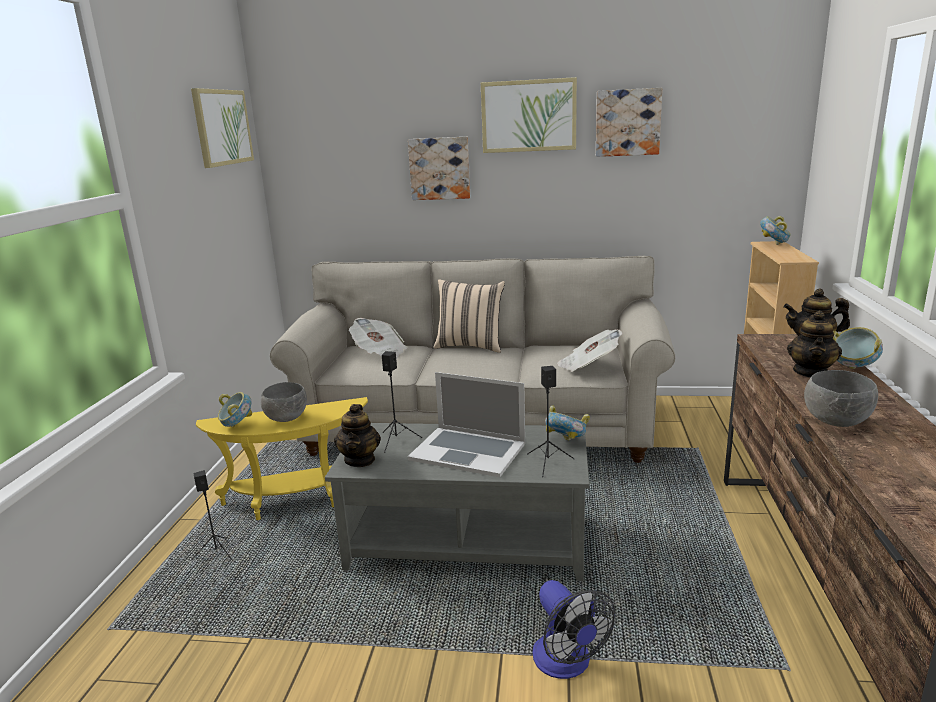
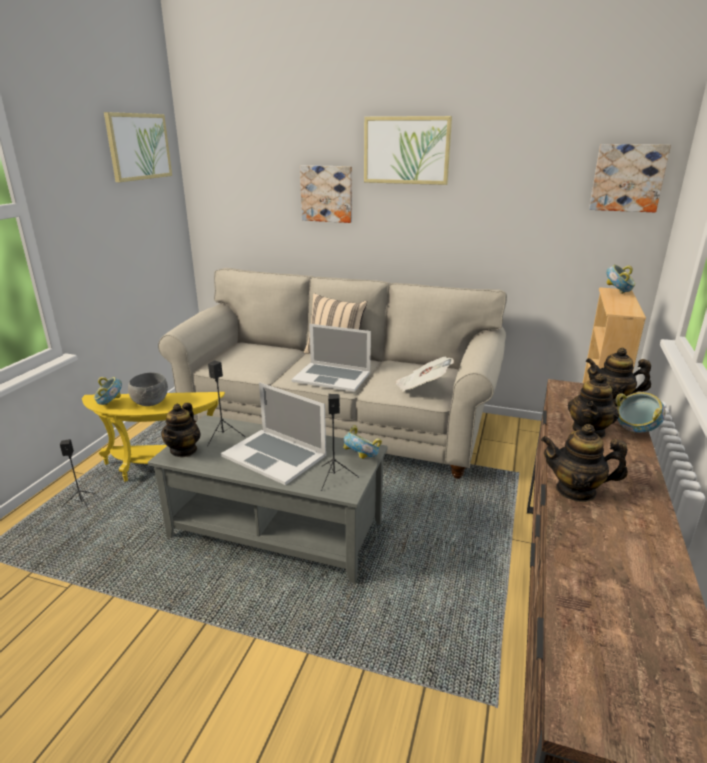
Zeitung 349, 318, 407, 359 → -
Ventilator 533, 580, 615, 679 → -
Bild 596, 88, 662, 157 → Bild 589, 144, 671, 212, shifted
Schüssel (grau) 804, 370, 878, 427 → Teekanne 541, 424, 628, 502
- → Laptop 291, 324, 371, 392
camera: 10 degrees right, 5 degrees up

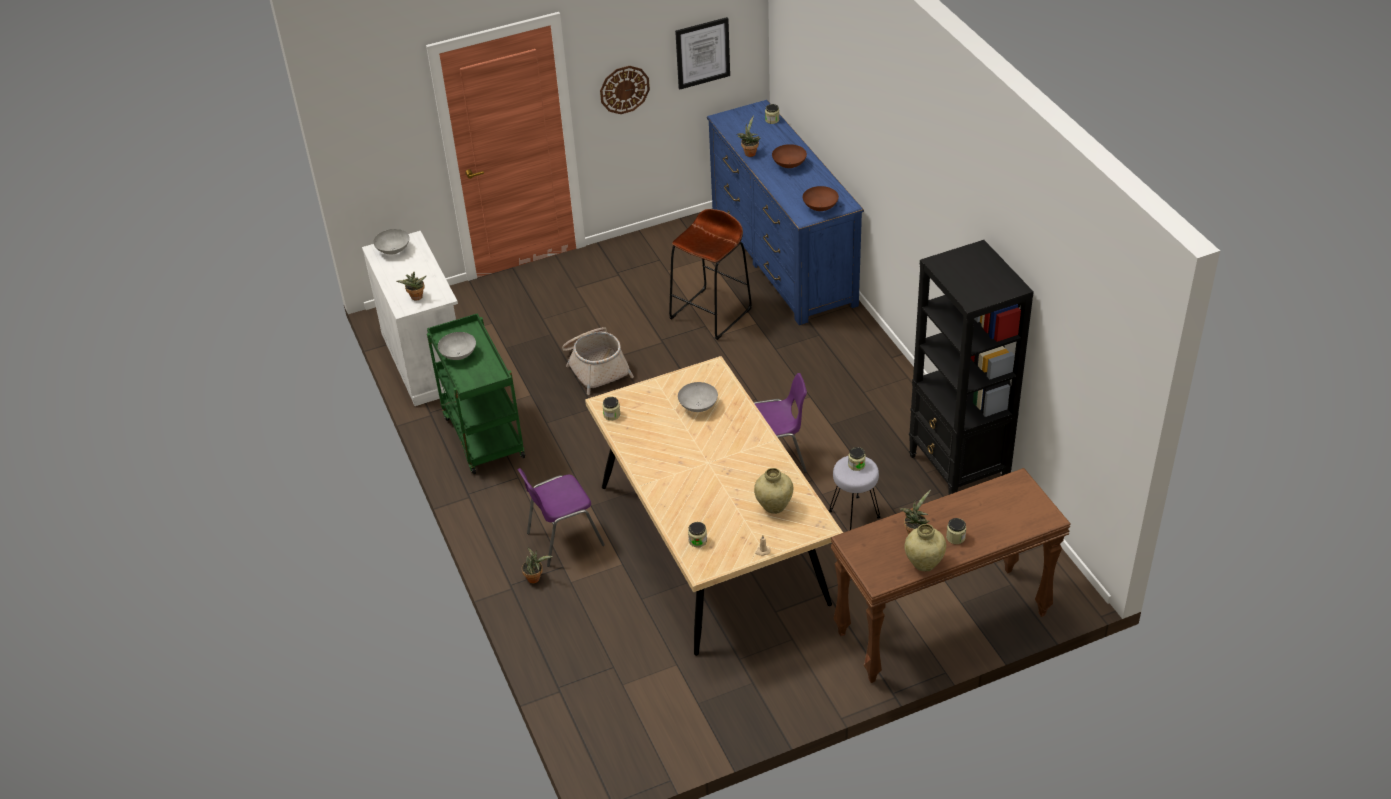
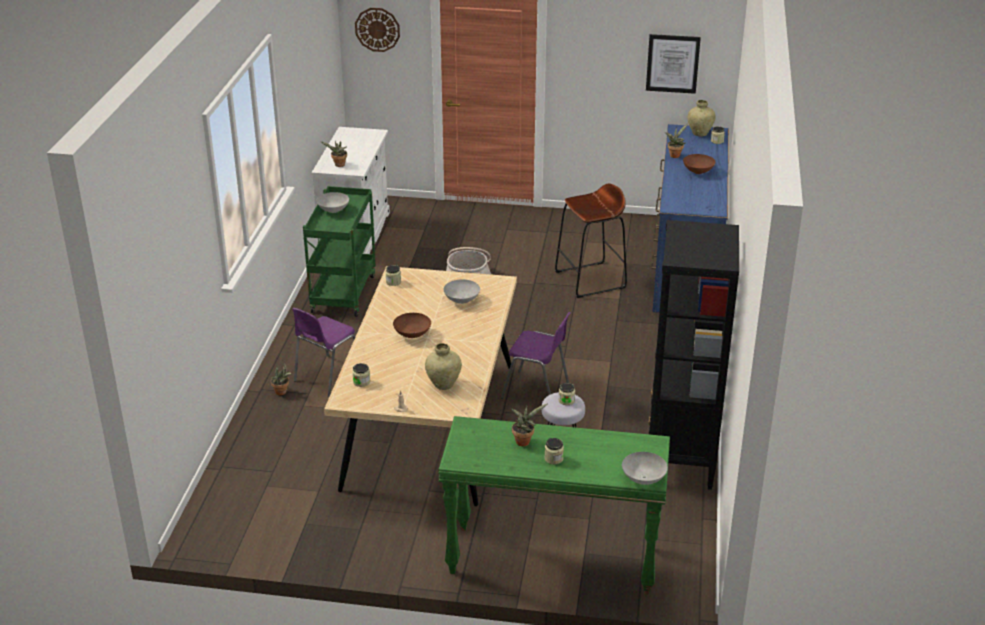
Schüssel (grau) 373, 229, 409, 254 → Schüssel (grau) 622, 452, 668, 485, shifted
Stuhl (lila) 517, 468, 605, 567 → Stuhl (lila) 292, 308, 355, 397, 60 degrees counterclockwise
Wanduhr 600, 66, 650, 114 → Wanduhr 355, 8, 400, 52, shifted
Schüssel (braun) 803, 186, 839, 211 → Schüssel (braun) 393, 313, 431, 338, shifted
Konsolentisch (braun) 831, 468, 1071, 683 → Konsolentisch (grün) 438, 416, 670, 596
Vase (beige) 904, 524, 946, 571 → Vase (beige) 687, 100, 716, 137, shifted
camera: 30 degrees right, 10 degrees down

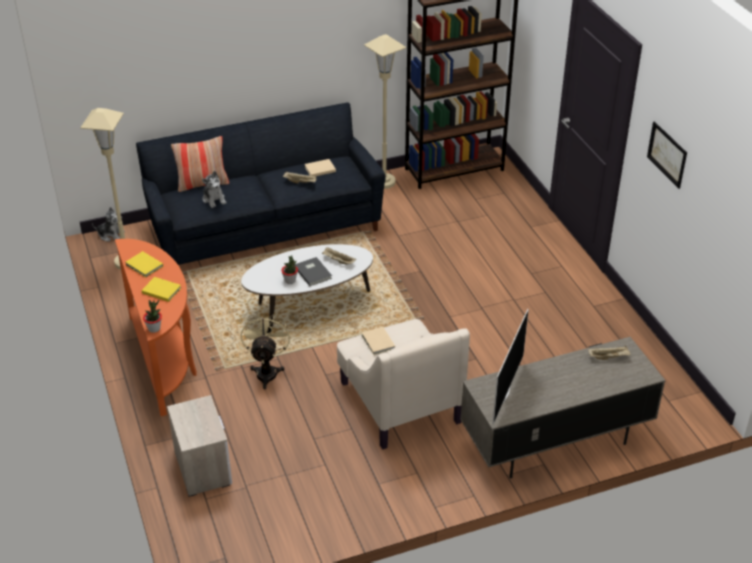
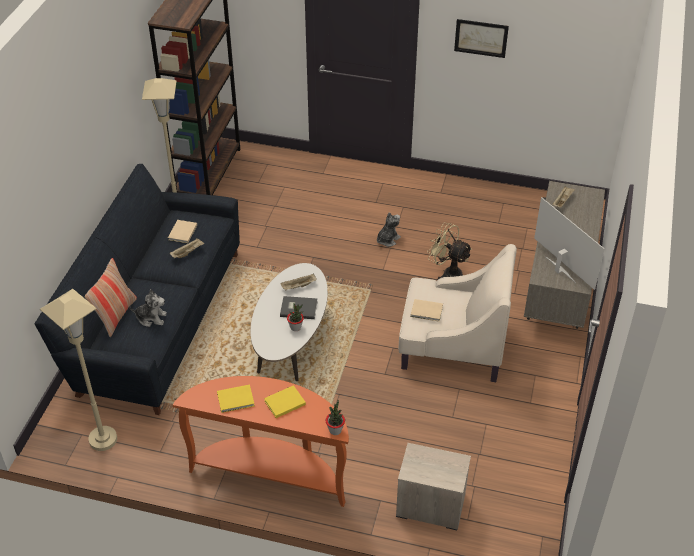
Plüschtier 92, 207, 125, 242 → Plüschtier 377, 212, 401, 247, shifted
Ventilator (beige) 241, 313, 291, 389 → Ventilator (beige) 427, 222, 472, 279, shifted
camera: 55 degrees left, 5 degrees up

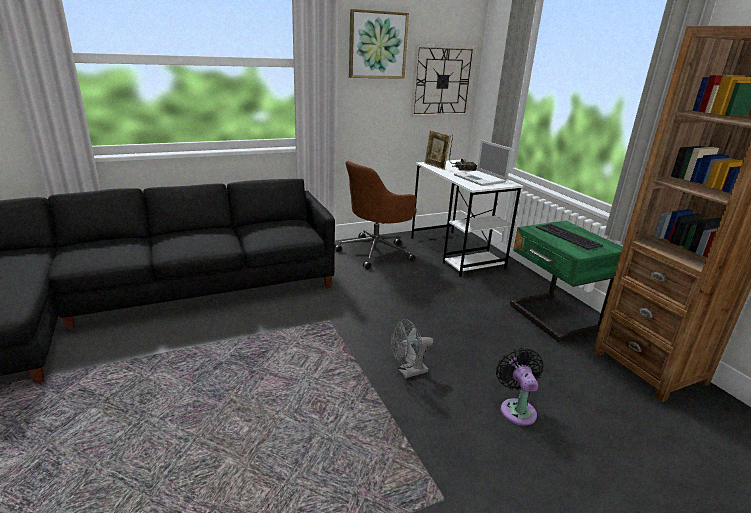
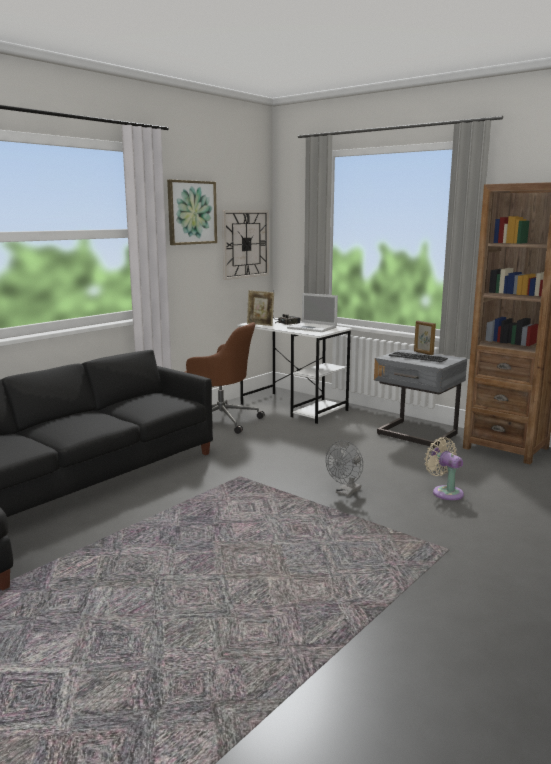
Bürostuhl (braun) 335, 161, 417, 269 → Bürostuhl (braun) 185, 322, 265, 434, 90 degrees counterclockwise
Ventilator (schwarz) 496, 348, 544, 426 → Ventilator (beige) 424, 437, 464, 500
Nachttisch (grün) 510, 220, 623, 342 → Nachttisch (grau) 374, 349, 467, 448
- → Bilderrahmen 414, 321, 436, 355
camera: 25 degrees left, 10 degrees down

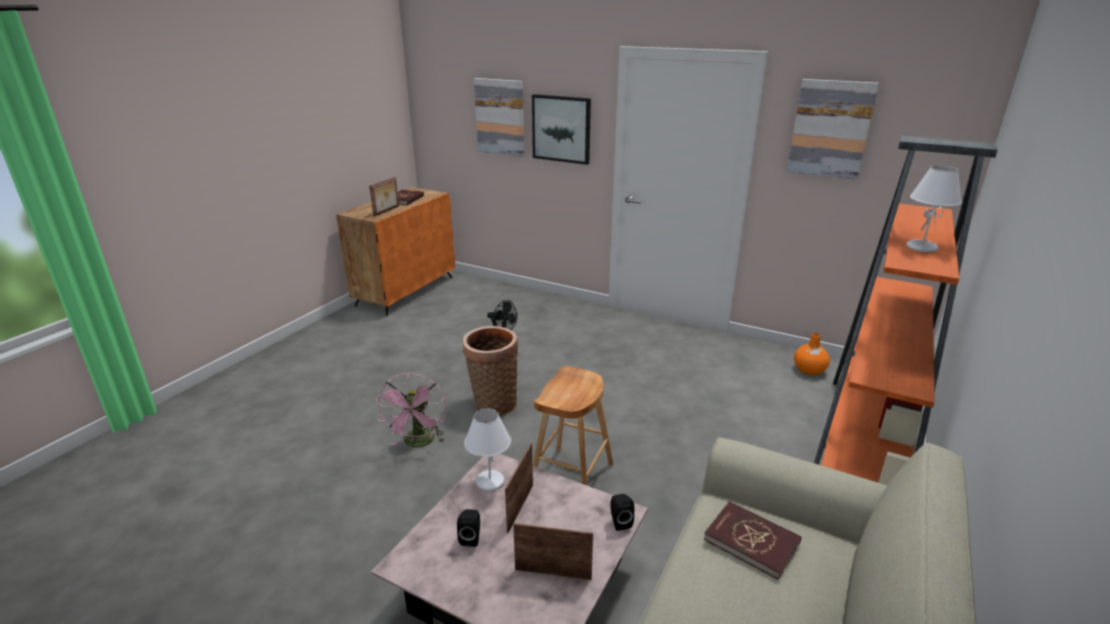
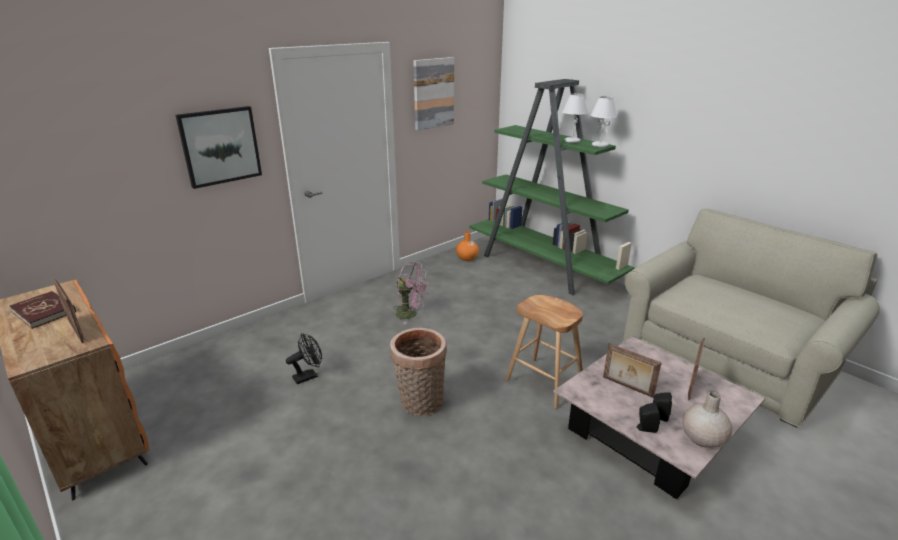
Ventilator (rosa) 376, 373, 447, 447 → Ventilator (rosa) 393, 262, 430, 324, shifted
Tischlampe (weiß) 464, 409, 511, 491 → Tischlampe (weiß) 590, 96, 618, 147, shifted
Bild 474, 78, 524, 157 → -
Lautsprecher (schwarz) 611, 494, 634, 531 → Lautsprecher (schwarz) 636, 403, 660, 433, shifted
Buch (rot) 704, 501, 802, 580 → -
Bücherregal (orange) 814, 136, 998, 485 → Bücherregal (grün) 470, 79, 634, 295
- → Vase (beige) 682, 391, 732, 448
camera: 70 degrees left, 0 degrees up

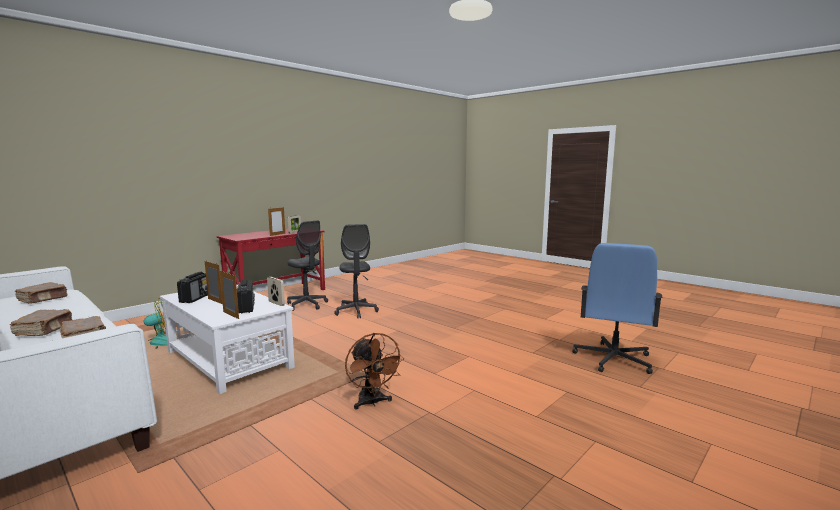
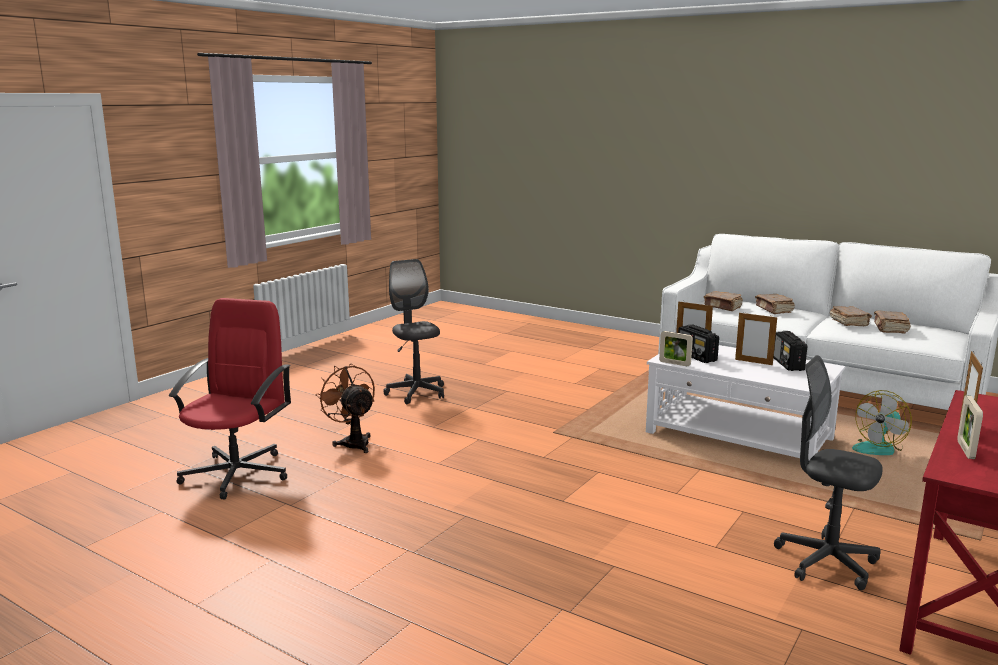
Bürostuhl (grau) 334, 224, 379, 318 → Bürostuhl (grau) 383, 259, 444, 405, shifted
Ventilator (braun) 345, 333, 404, 409 → Ventilator (braun) 316, 364, 375, 453, shifted
Bürostuhl (blau) 572, 243, 663, 374 → Bürostuhl (rot) 169, 298, 291, 499
- → Buch (braun) 830, 306, 872, 326
camera: 170 degrees right, 5 degrees up

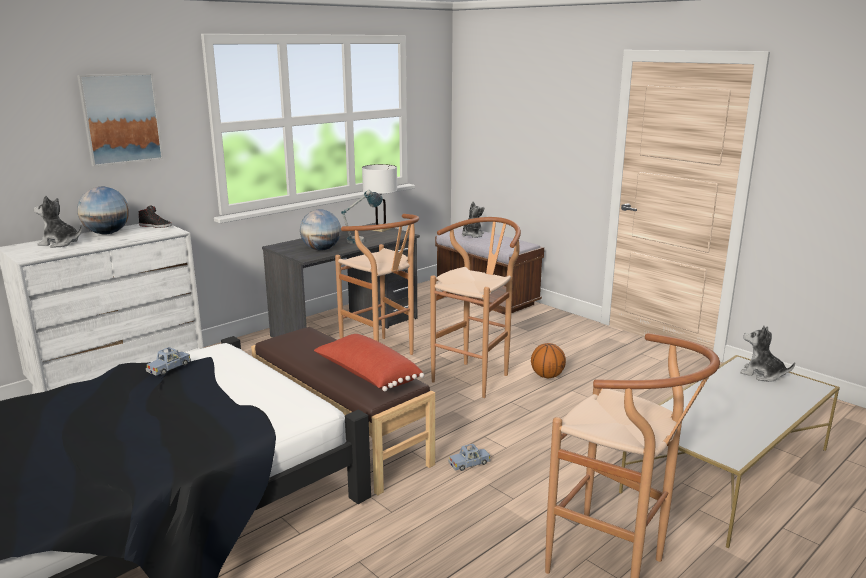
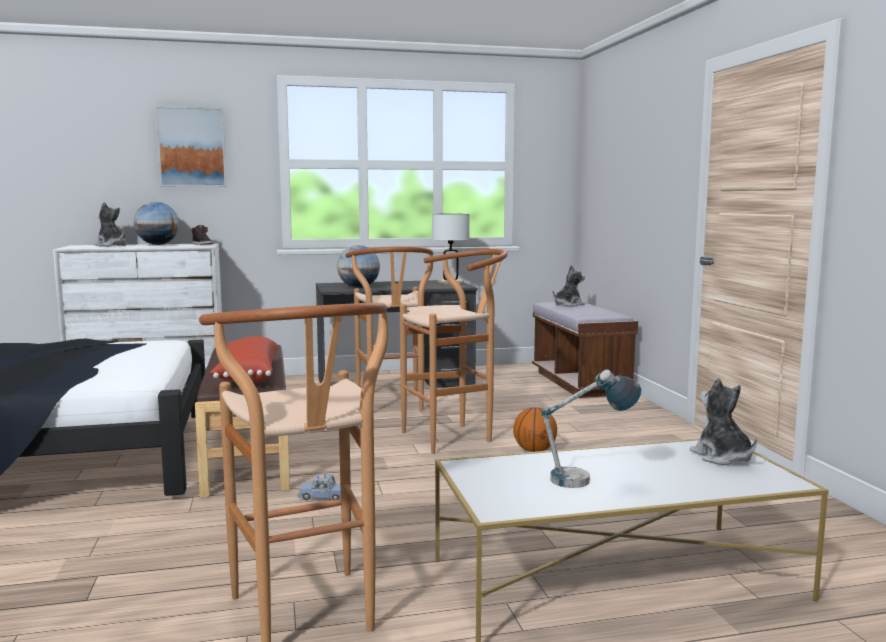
Spielzeugauto (blau) 146, 347, 191, 376 → -
Tischlampe 341, 190, 383, 244 → Tischlampe 541, 370, 641, 488, shifted
camera: 30 degrees right, 10 degrees down

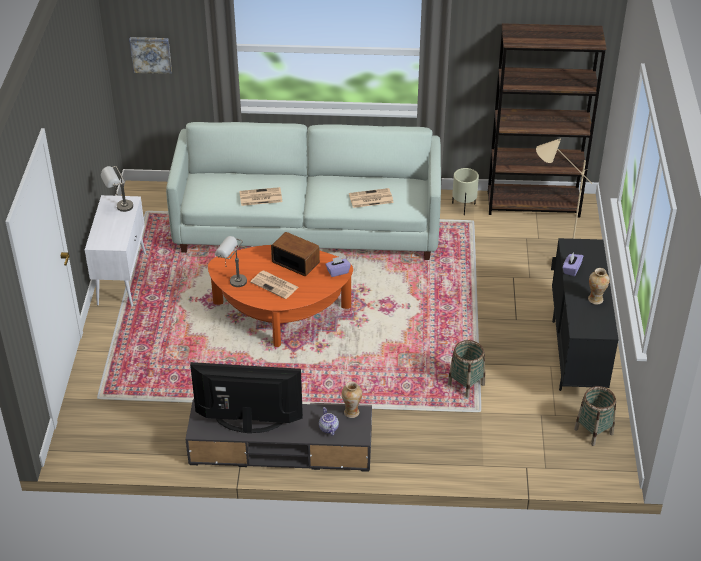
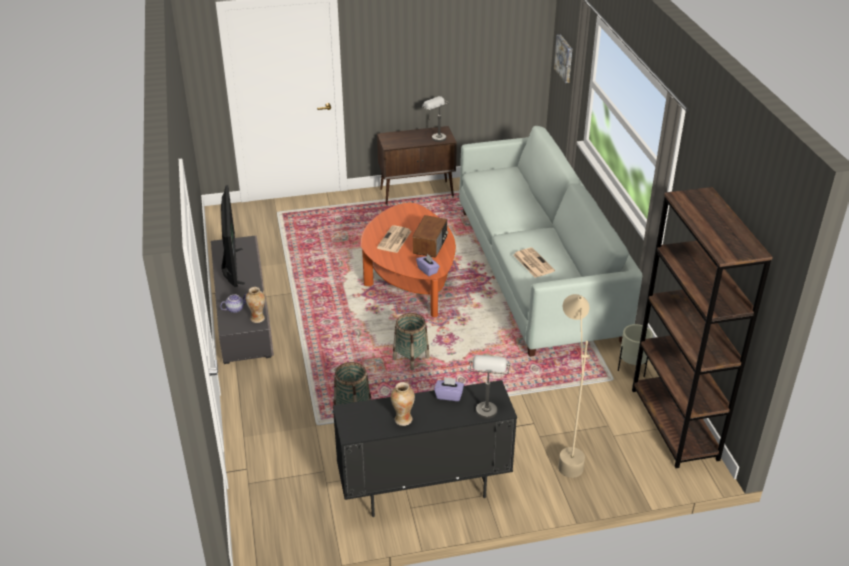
Schrank (weiß) 85, 195, 146, 306 → Schrank (braun) 377, 126, 457, 205
Tischlampe (grau) 215, 236, 247, 287 → Tischlampe (grau) 469, 355, 510, 419, shifted
Zeitung 239, 187, 282, 206 → -
Korb 574, 386, 616, 446 → Korb 393, 313, 429, 370, shifted
camera: 75 degrees right, 5 degrees down

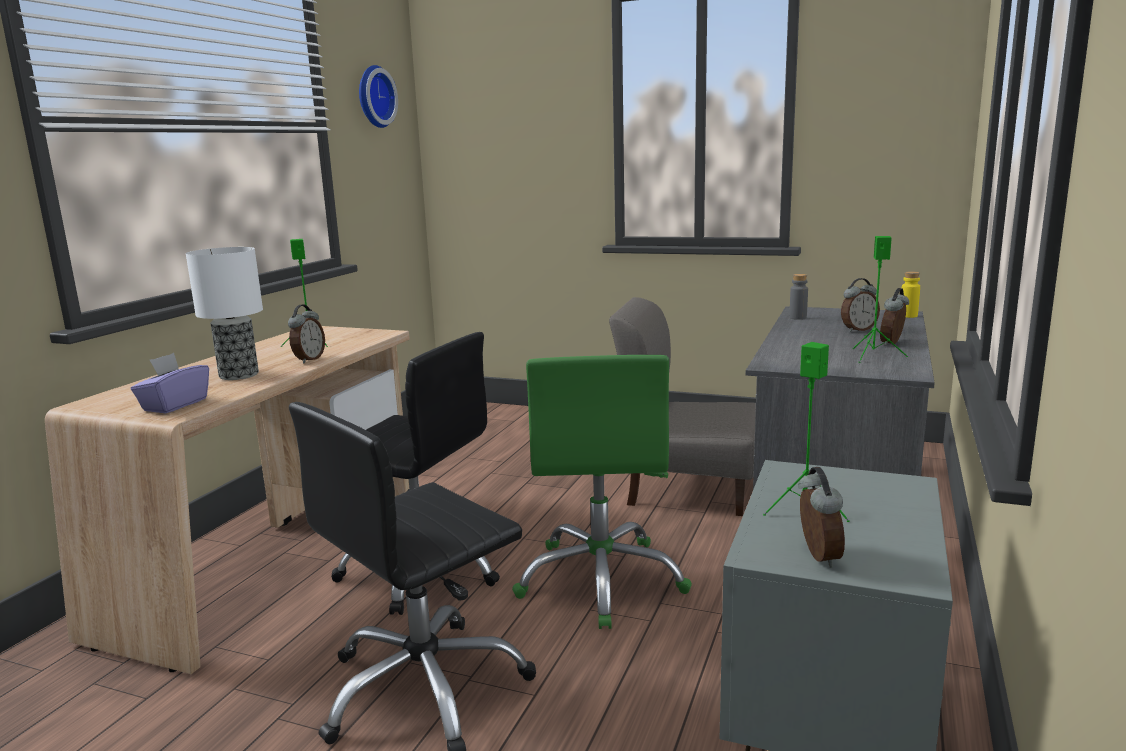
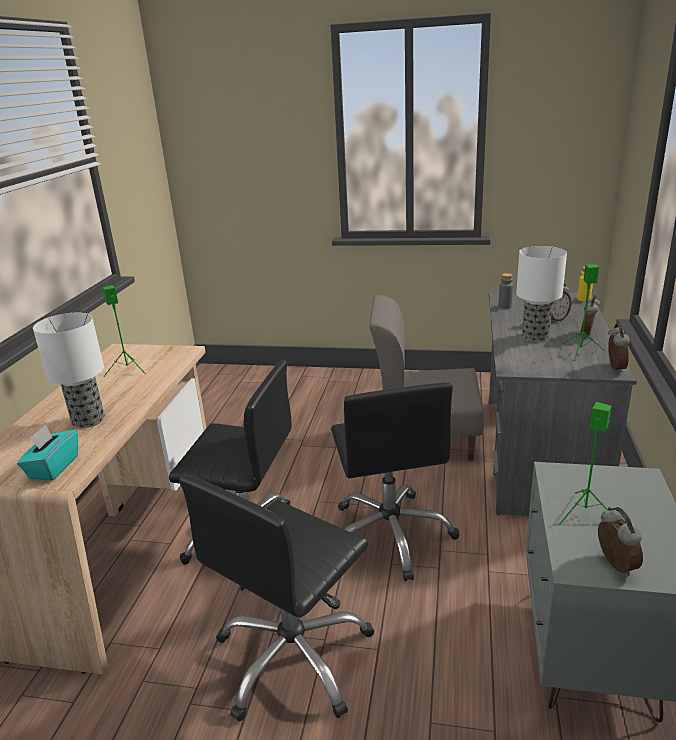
Taschentuchbox (lila) 131, 353, 209, 414 → Taschentuchbox (türkis) 17, 425, 78, 481
Wecker 288, 304, 325, 363 → Wecker 608, 324, 630, 373, shifted
Wanduhr 359, 65, 398, 128 → -
Bürostuhl (grün) 512, 355, 692, 629 → Bürostuhl (schwarz) 331, 383, 459, 582
- → Tischlampe 516, 246, 567, 342
camera: 10 degrees left, 10 degrees up

